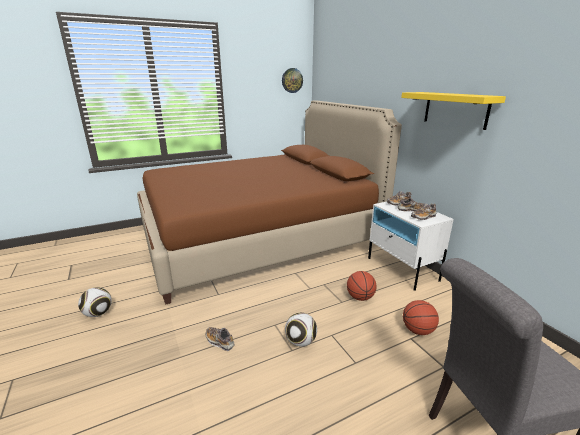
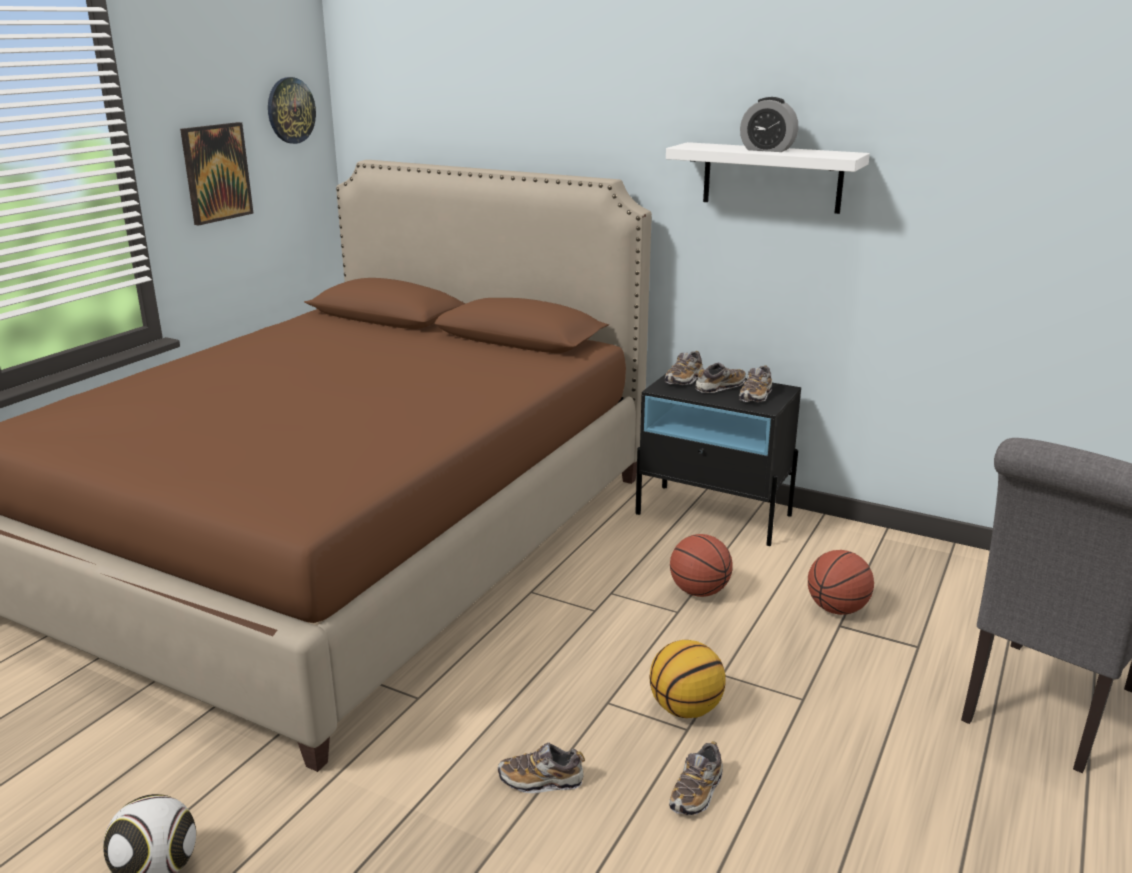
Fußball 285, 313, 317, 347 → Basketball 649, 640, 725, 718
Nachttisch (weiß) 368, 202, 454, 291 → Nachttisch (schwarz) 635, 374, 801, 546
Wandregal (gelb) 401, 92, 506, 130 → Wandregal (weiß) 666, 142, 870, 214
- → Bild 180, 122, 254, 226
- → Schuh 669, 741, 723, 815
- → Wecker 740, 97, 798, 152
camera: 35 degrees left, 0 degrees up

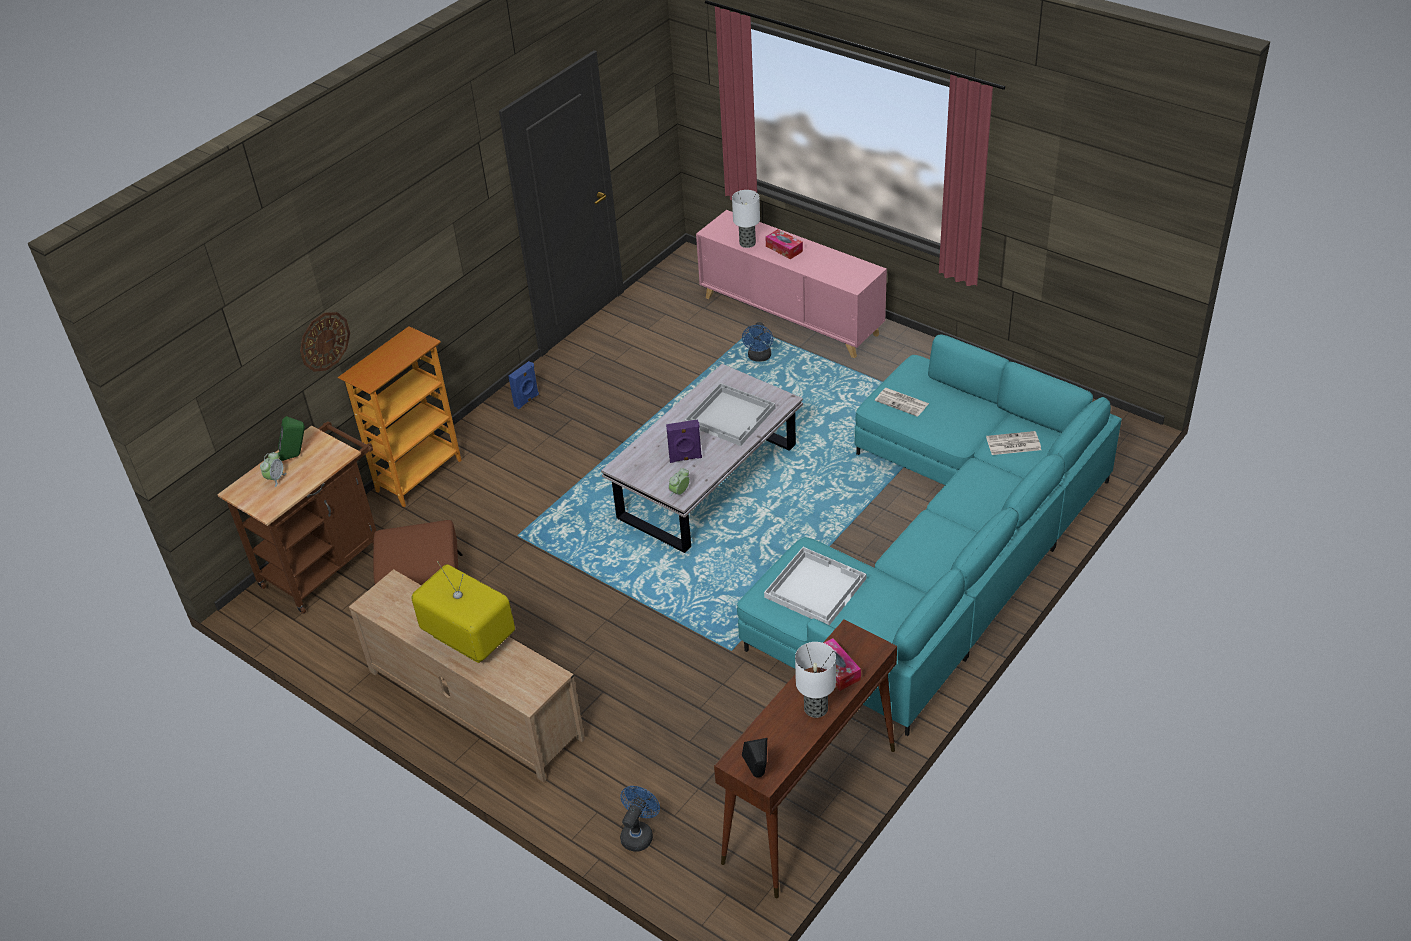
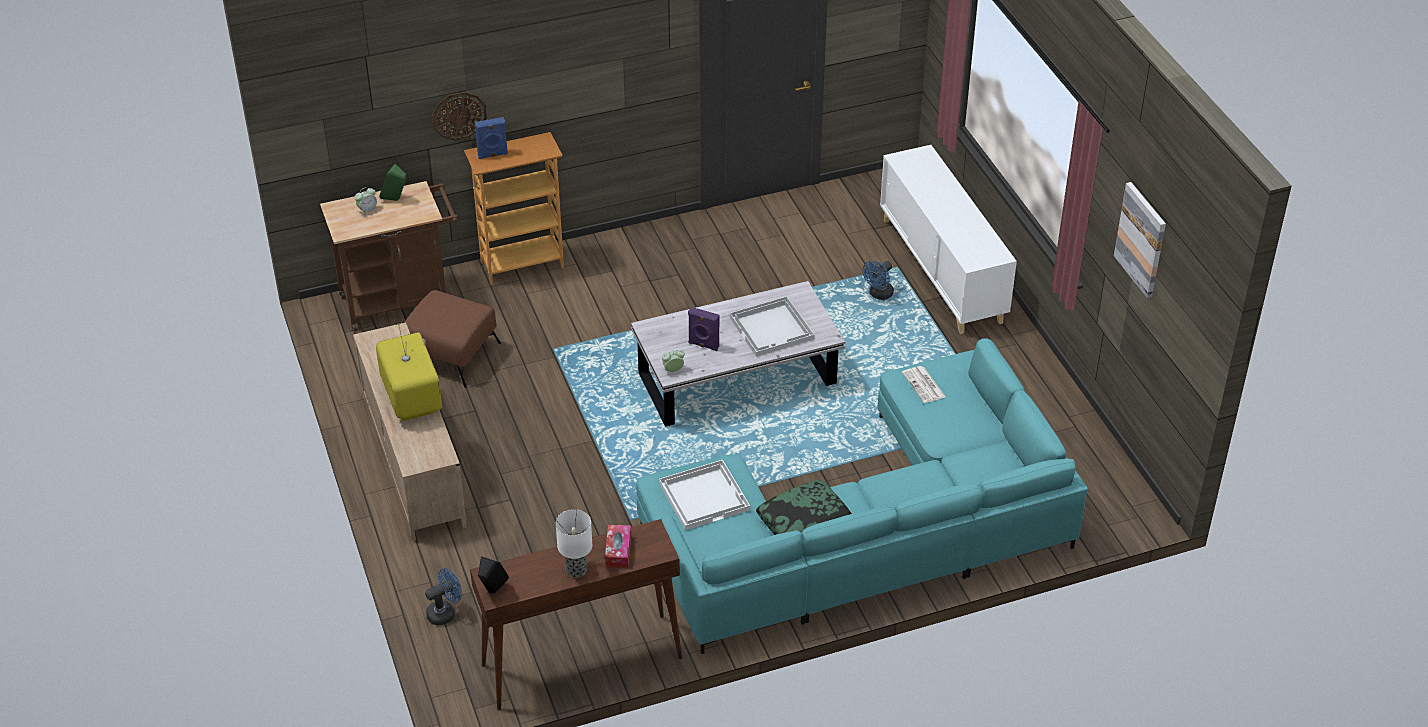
Lautsprecher (blau) 509, 361, 539, 409 → Lautsprecher (blau) 475, 117, 508, 159, shifted
Schrank (rosa) 696, 210, 887, 358 → Schrank (weiß) 880, 145, 1017, 334
Tischlampe 732, 190, 760, 248 → -
Taschentuchbox 765, 229, 803, 259 → -
Zeitung 986, 431, 1041, 455 → -
- → Kissen 756, 480, 852, 535
- → Bild 1114, 182, 1166, 298
camera: 30 degrees right, 0 degrees up

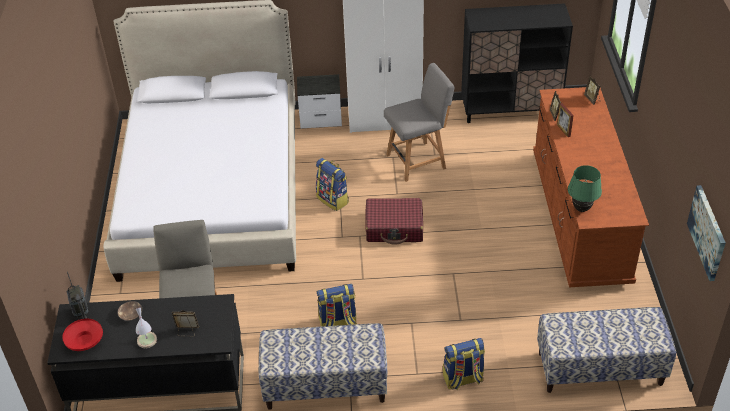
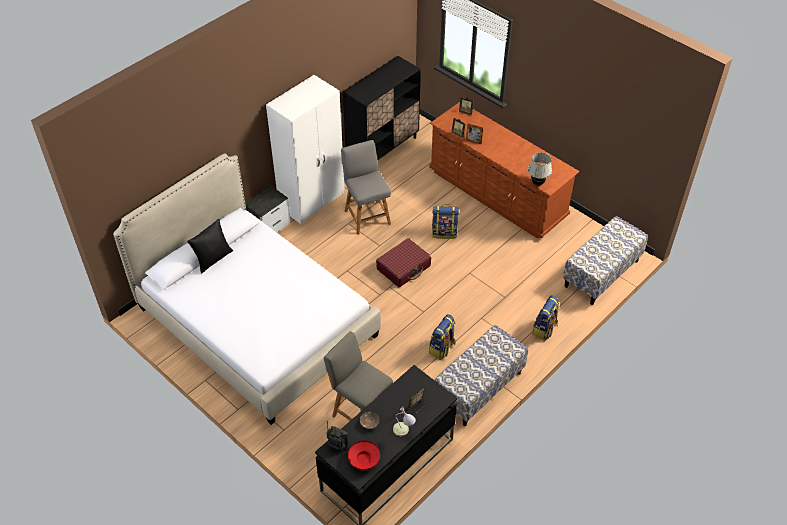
Rucksack 316, 158, 349, 211 → Rucksack 432, 204, 459, 239, shifted
Stuhl (grau) 384, 63, 454, 182 → Stuhl (grau) 341, 140, 391, 235, 45 degrees counterclockwise
Tischlampe (grün) 568, 165, 602, 212 → Tischlampe (weiß) 528, 152, 552, 186
Bild 687, 185, 726, 281 → -
- → Kissen (schwarz) 187, 219, 233, 273
camera: 45 degrees left, 5 degrees up

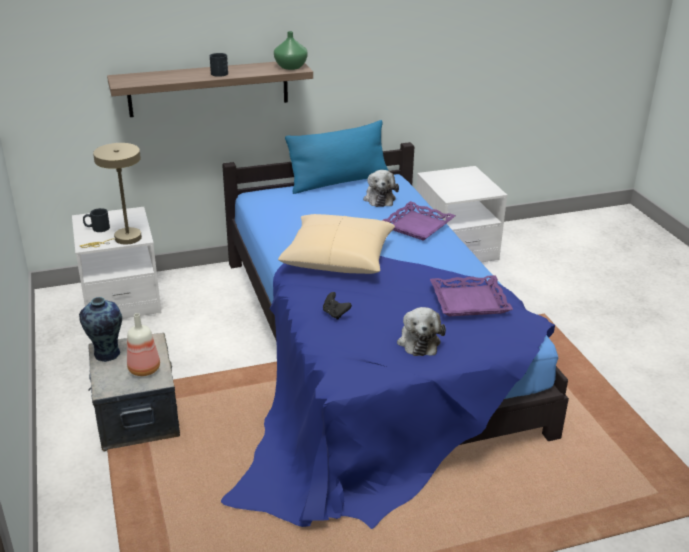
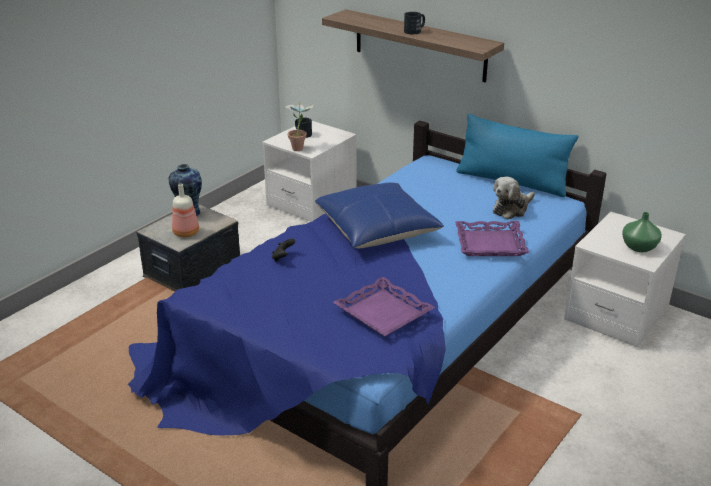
Tischlampe (beige) 80, 143, 142, 248 → Topfpflanze 285, 101, 313, 151
Vase (grün) 274, 31, 308, 70 → Vase (grün) 622, 212, 662, 252, shifted
Kissen (beige) 278, 214, 395, 274 → Kissen (blau) 315, 182, 444, 249
Plüschtier 397, 307, 446, 356 → -
camera: 55 degrees right, 0 degrees up

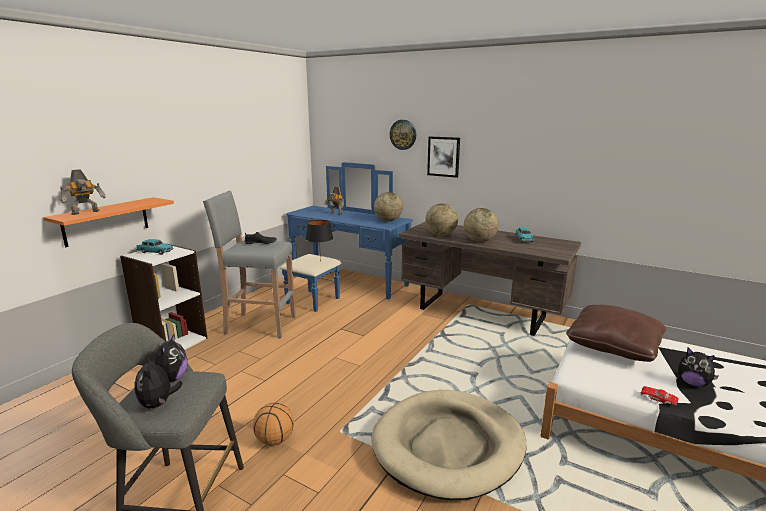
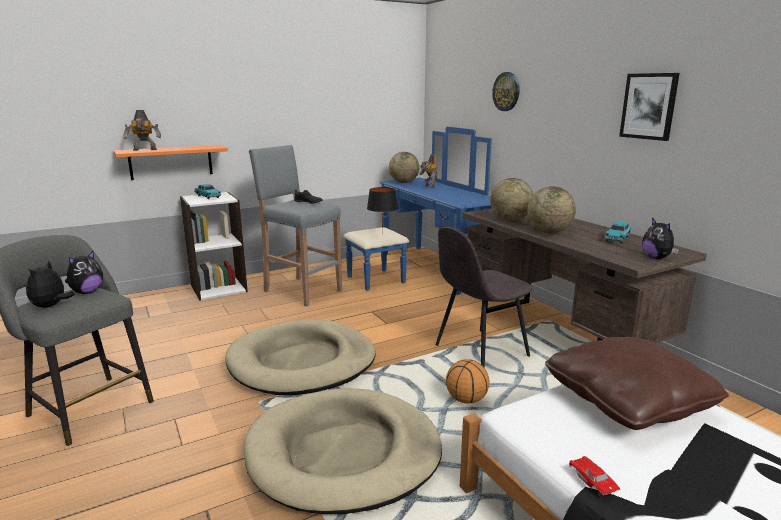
Basketball 253, 403, 294, 445 → Basketball 446, 359, 490, 404, shifted
Globus 374, 192, 403, 221 → Globus 389, 152, 420, 183, shifted
Bild 427, 137, 460, 178 → Bild 619, 73, 680, 141, shifted
Plüschtier 679, 348, 718, 387 → Plüschtier 642, 218, 679, 259, shifted
- → Hundebett (beige) 225, 320, 376, 395
- → Stuhl (grau) 436, 226, 533, 368
camera: 30 degrees right, 0 degrees up

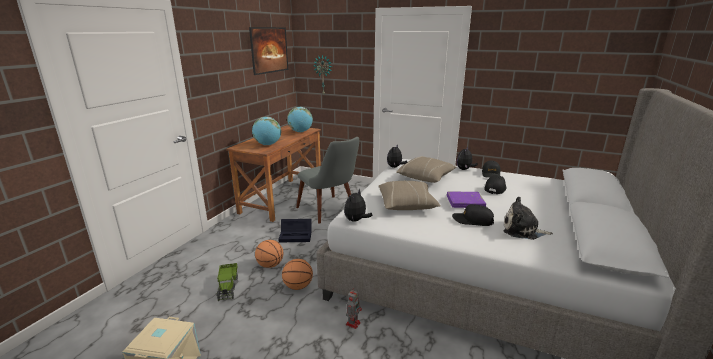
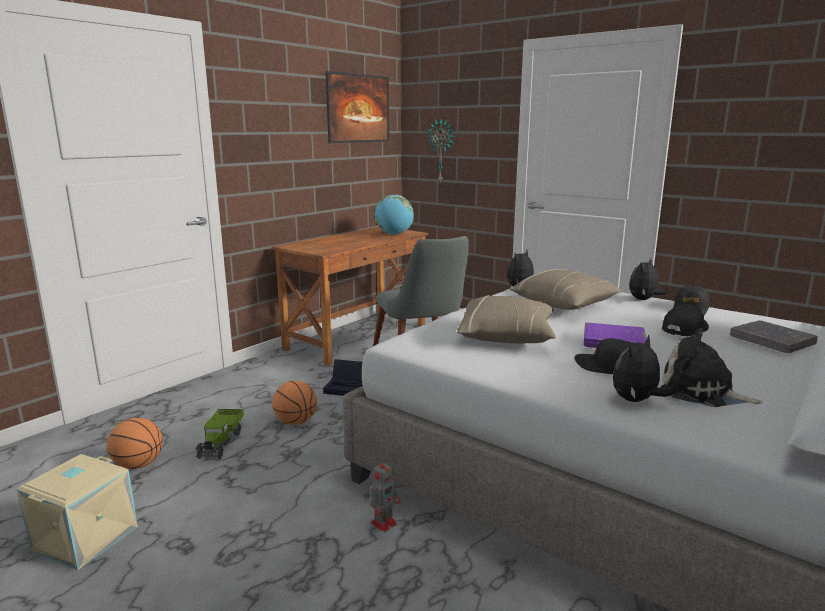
Globus 252, 117, 281, 145 → -
Basketball 282, 259, 313, 290 → Basketball 107, 418, 163, 469, shifted
Plüschtier 344, 188, 372, 222 → Plüschtier 613, 335, 675, 402, shifted
- → Buch (grau) 730, 320, 818, 353
camera: 15 degrees right, 5 degrees down

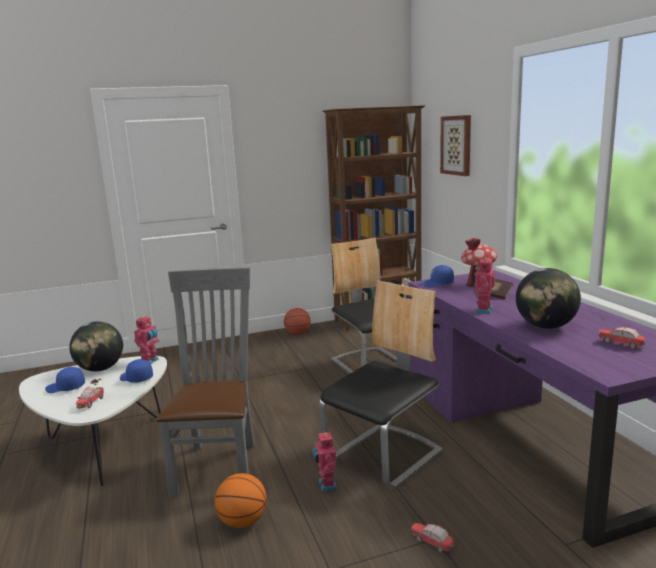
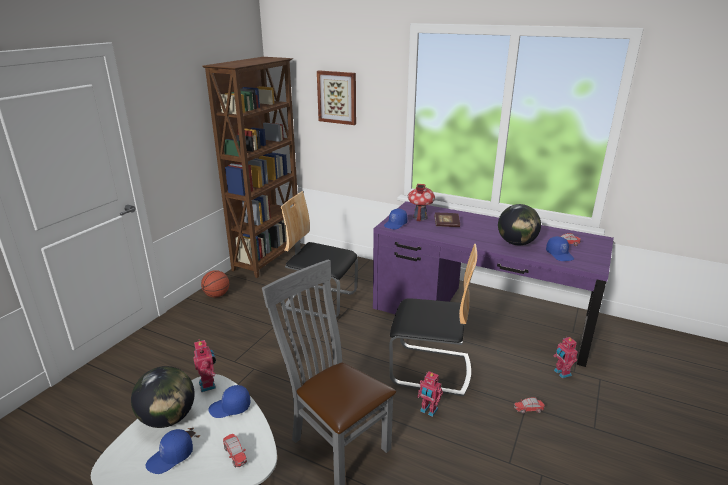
Basketball 215, 473, 267, 528 → -
Stuhl 319, 280, 443, 489 → Stuhl 389, 244, 477, 396, 105 degrees clockwise
Spielzeugroboter 472, 257, 495, 314 → Spielzeugroboter 554, 336, 578, 378, shifted
- → Kappe (blau) 546, 236, 574, 261
camera: 45 degrees left, 10 degrees up

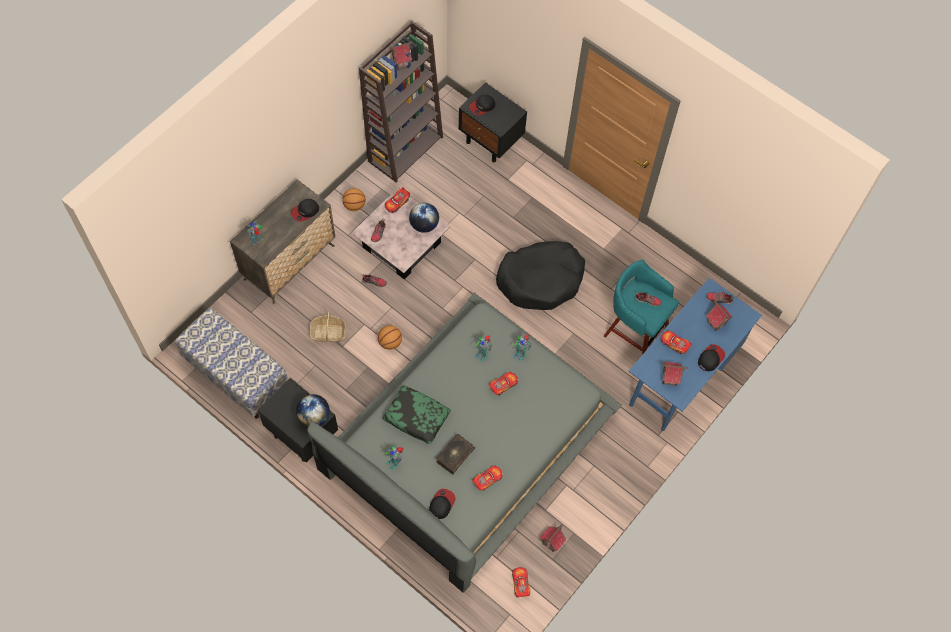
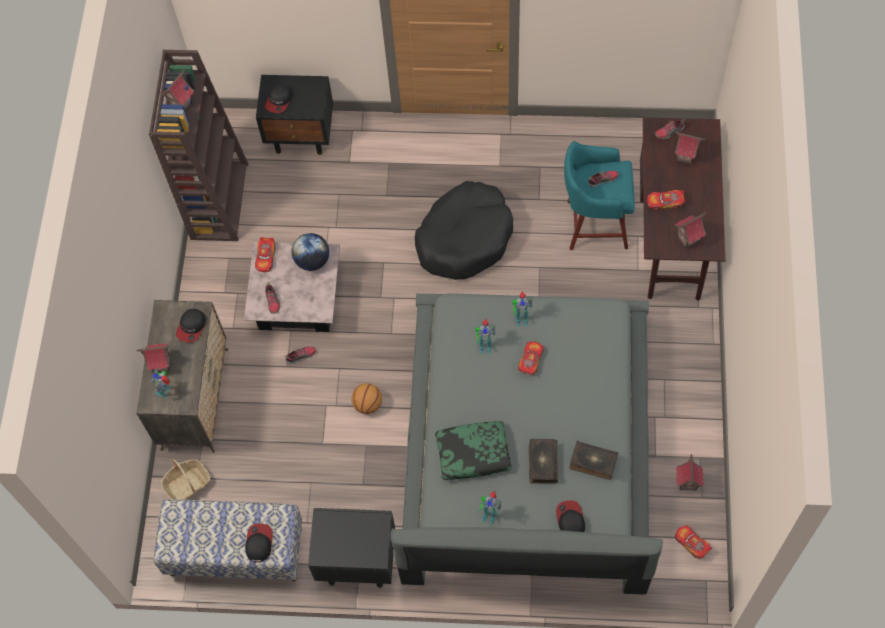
Globus 296, 394, 330, 427 → -
Korb 310, 310, 346, 342 → Korb 161, 459, 210, 500, shifted
Basketball 342, 188, 366, 211 → -
Spielzeugauto 472, 466, 503, 491 → Buch 569, 441, 618, 480
Schreibtisch (blau) 629, 278, 762, 431 → Schreibtisch (braun) 640, 117, 725, 300
Kappe 698, 344, 725, 371 → Kappe 245, 524, 273, 562, shifted
- → Spielzeughaus 136, 343, 170, 373
camera: 30 degrees left, 0 degrees up

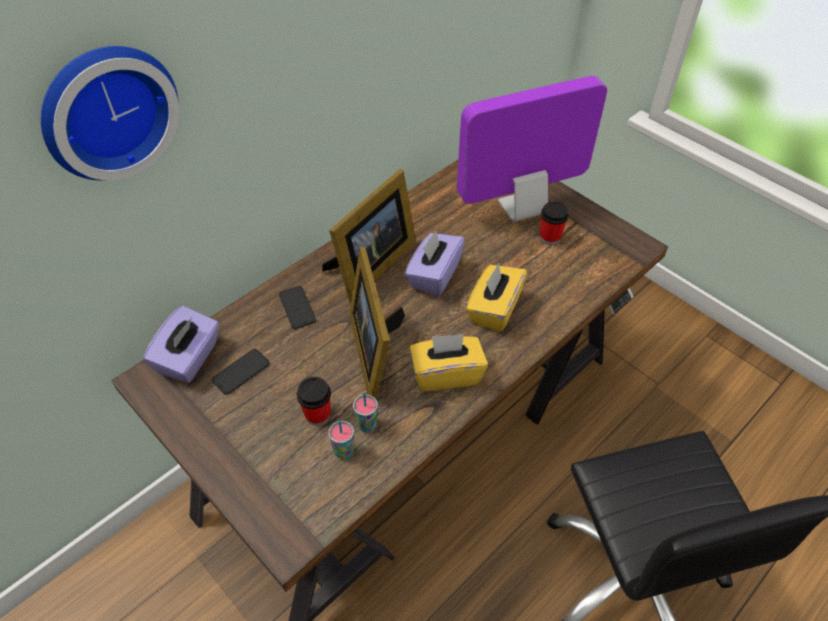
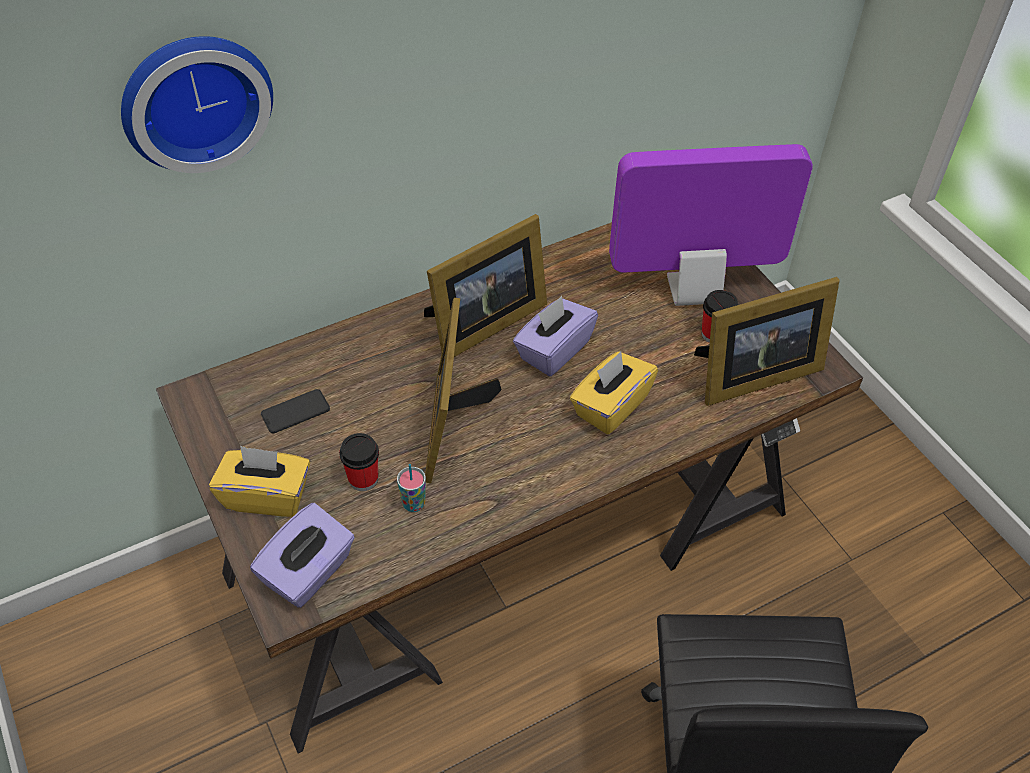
Taschentuchbox (lila) 143, 306, 219, 383 → Taschentuchbox (lila) 250, 503, 355, 608, shifted
Handy 279, 286, 316, 329 → -
Tasse 328, 420, 354, 459 → -
Taschentuchbox (gelb) 409, 334, 488, 392 → Taschentuchbox (gelb) 209, 446, 310, 517, shifted
- → Bilderrahmen 694, 277, 840, 406
camera: 15 degrees right, 0 degrees up

